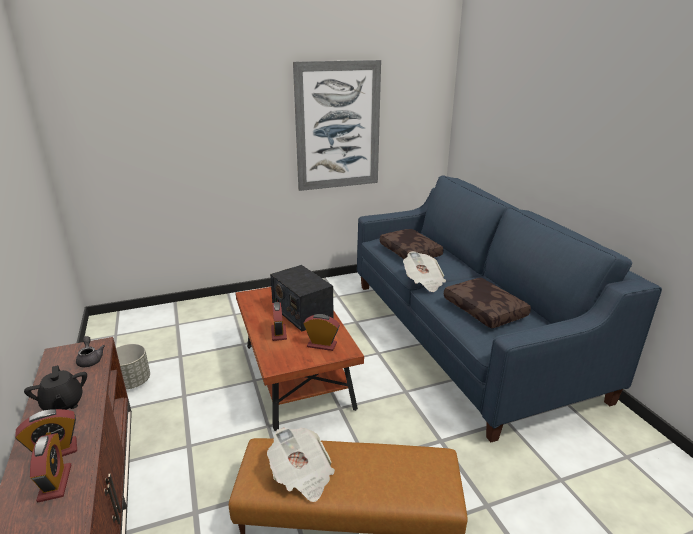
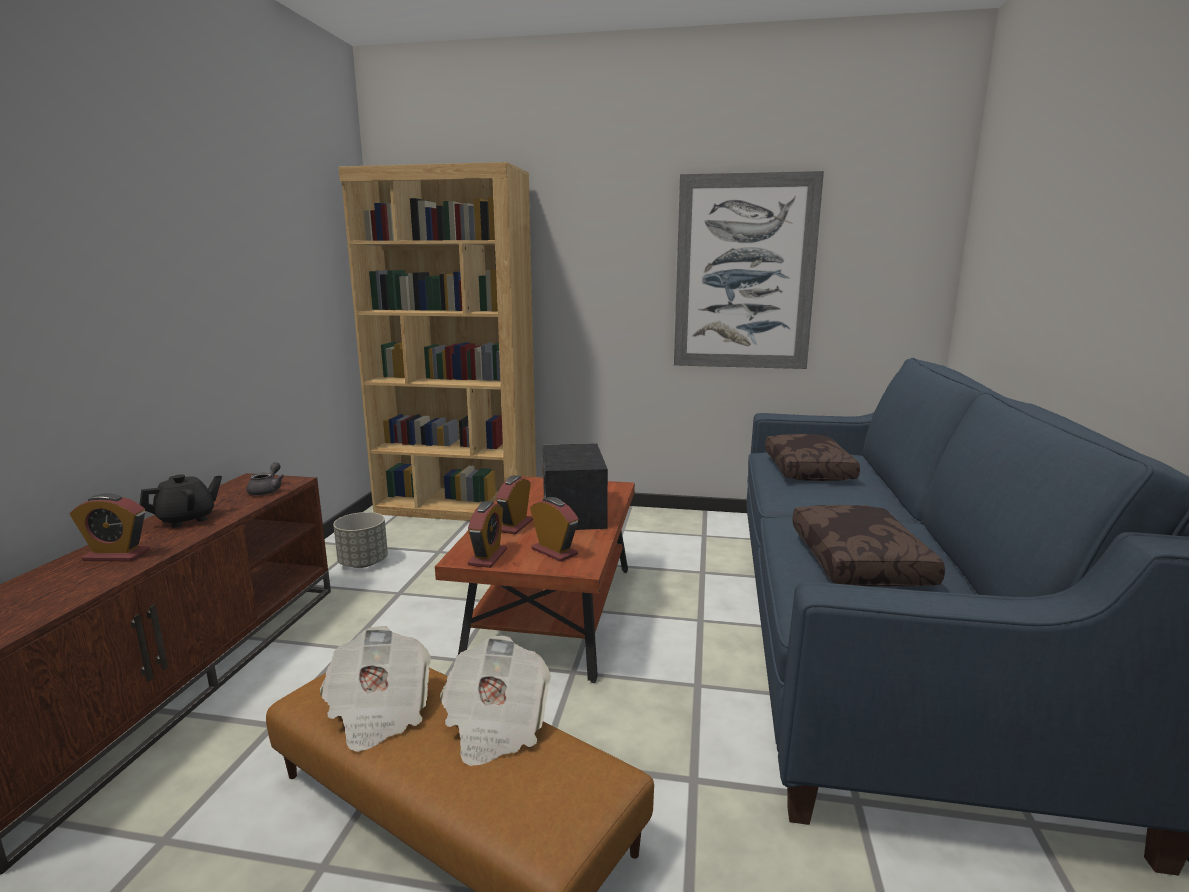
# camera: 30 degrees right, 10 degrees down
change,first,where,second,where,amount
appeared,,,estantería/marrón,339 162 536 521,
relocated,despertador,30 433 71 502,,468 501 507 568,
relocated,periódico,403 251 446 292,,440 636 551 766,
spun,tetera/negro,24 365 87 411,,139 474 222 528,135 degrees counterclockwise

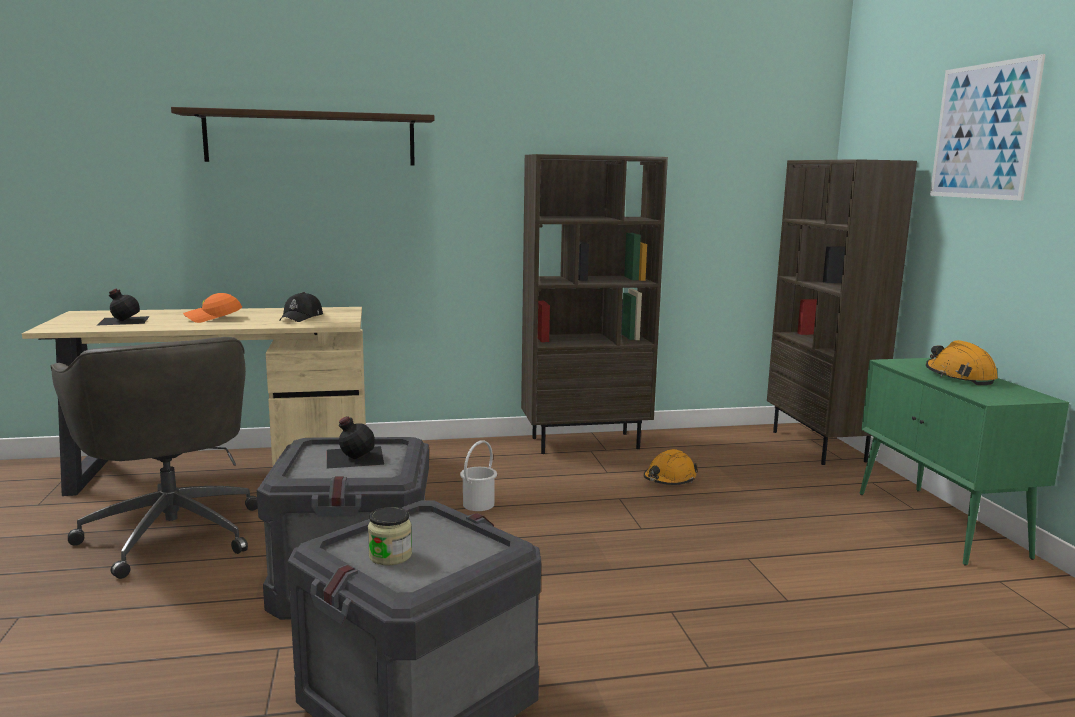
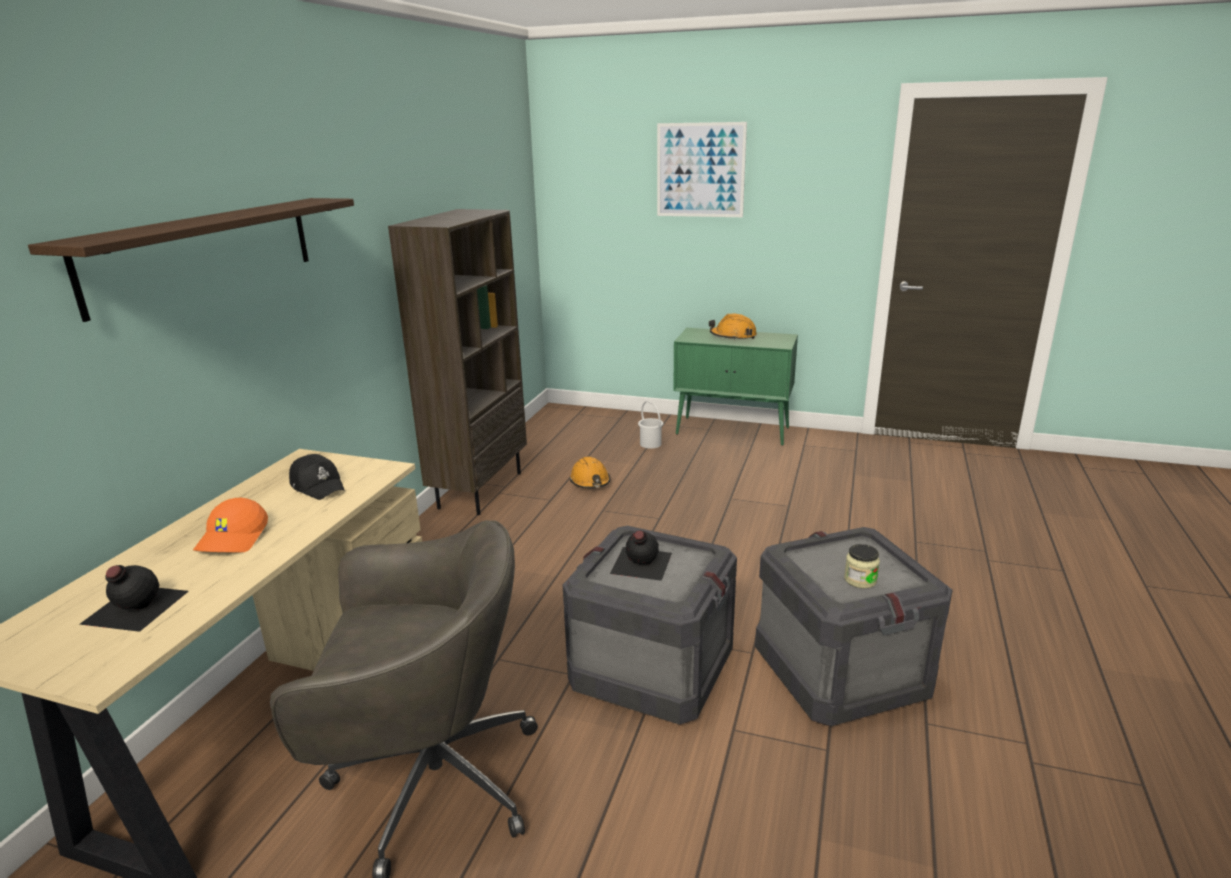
# camera: 60 degrees left, 10 degrees up
change,first,where,second,where,amount
missing,estantería/marrón,767 159 917 465,,,
relocated,cubo/blanco,460 440 497 511,,638 401 663 449,

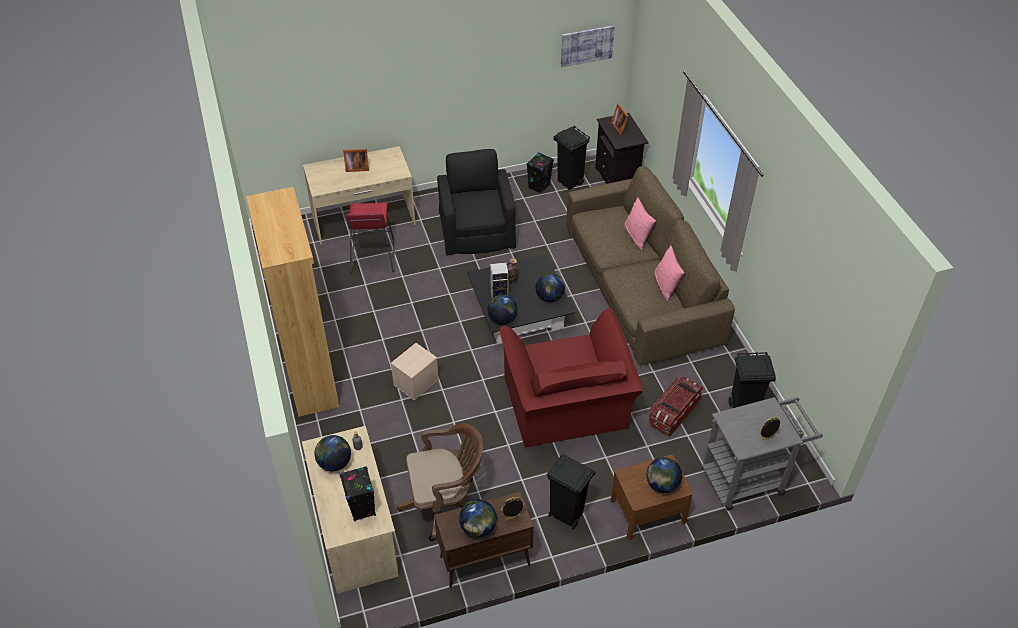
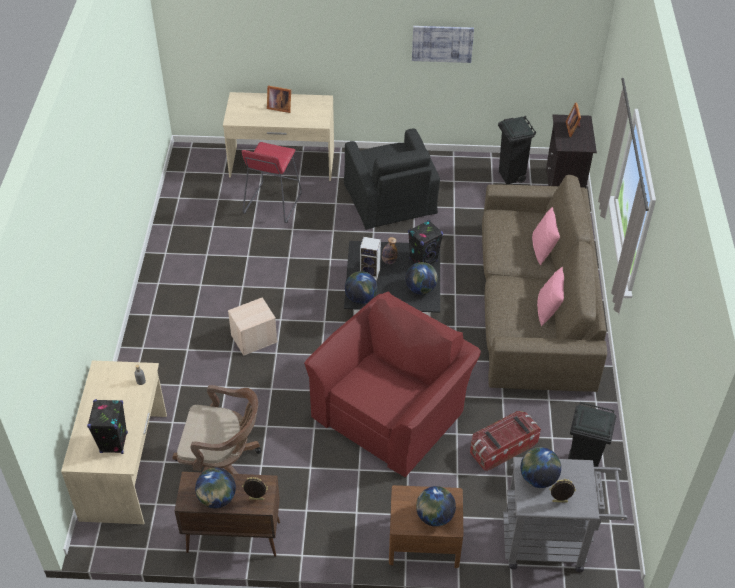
# camera: 20 degrees right, 0 degrees up
change,first,where,second,where,amount
missing,estantería/marrón,246 187 339 417,,,
missing,papelera/negro,547 454 596 529,,,
relocated,globo terráqueo,315 435 351 472,,520 447 561 488,
relocated,altavoz/negro,526 152 554 194,,408 220 443 264,
relocated,cuadro,561 25 615 67,,412 26 474 63,
spun,sillón/negro,437 149 516 255,,344 129 440 230,150 degrees clockwise
spun,sillón/rojo,500 308 643 448,,304 291 481 477,150 degrees counterclockwise

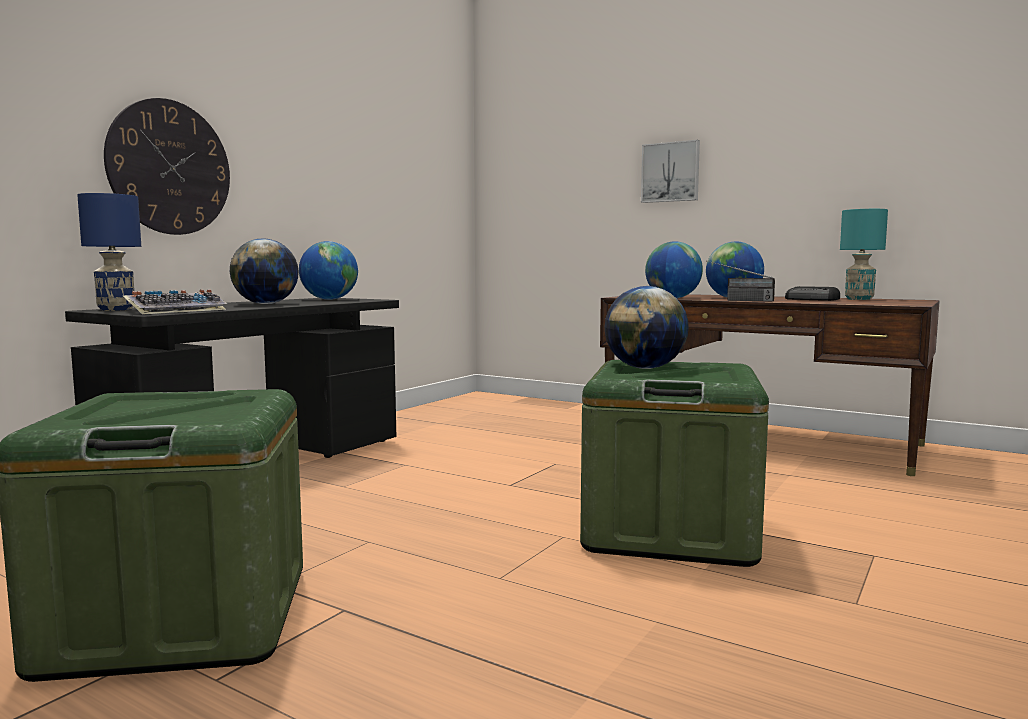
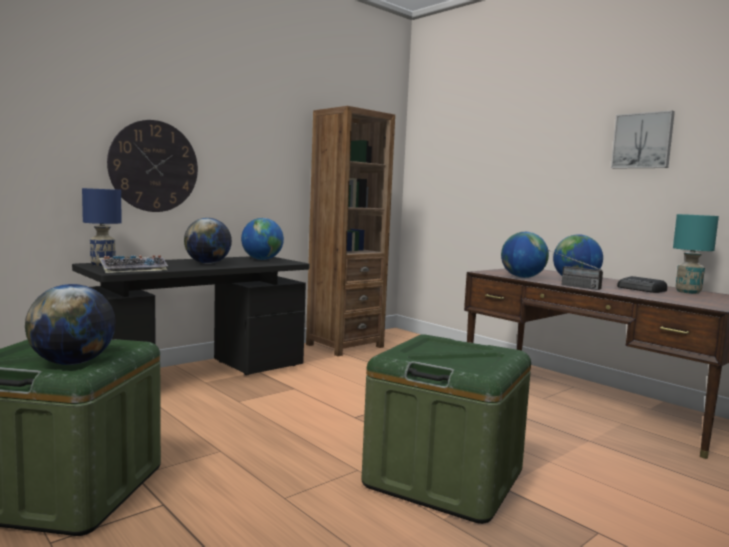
# camera: 15 degrees right, 0 degrees up
change,first,where,second,where,amount
appeared,,,estantería/marrón,306 106 395 356,
relocated,globo terráqueo,605 286 689 369,,25 284 116 365,
relocated,cuadro,641 140 700 203,,611 111 675 168,

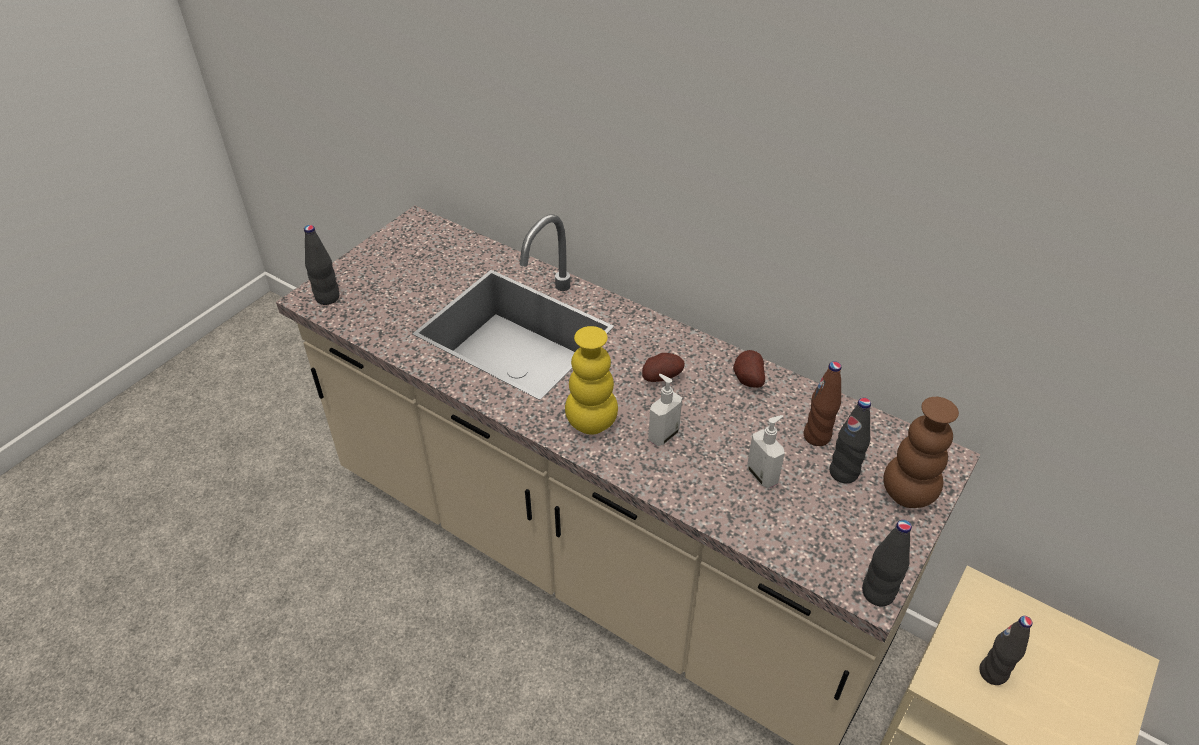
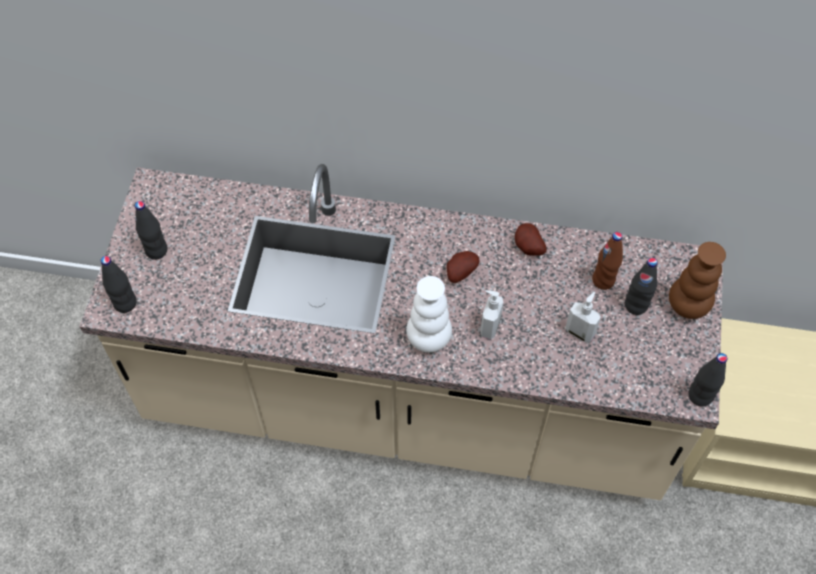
# camera: 25 degrees left, 15 degrees up
change,first,where,second,where,amount
relocated,botella/negro,980 616 1032 685,,135 201 167 260,
colour,florero/amarillo,565 326 618 435,florero/blanco,406 276 452 352,

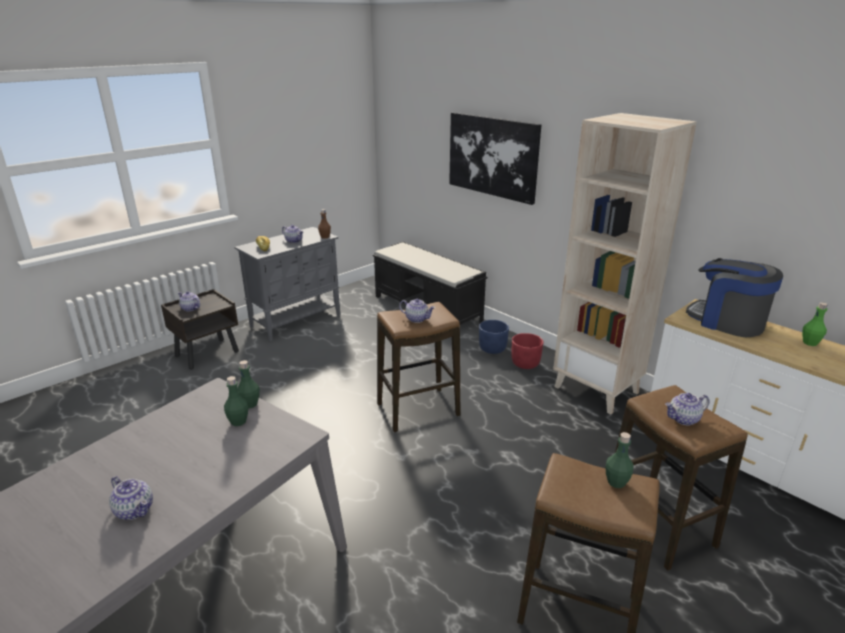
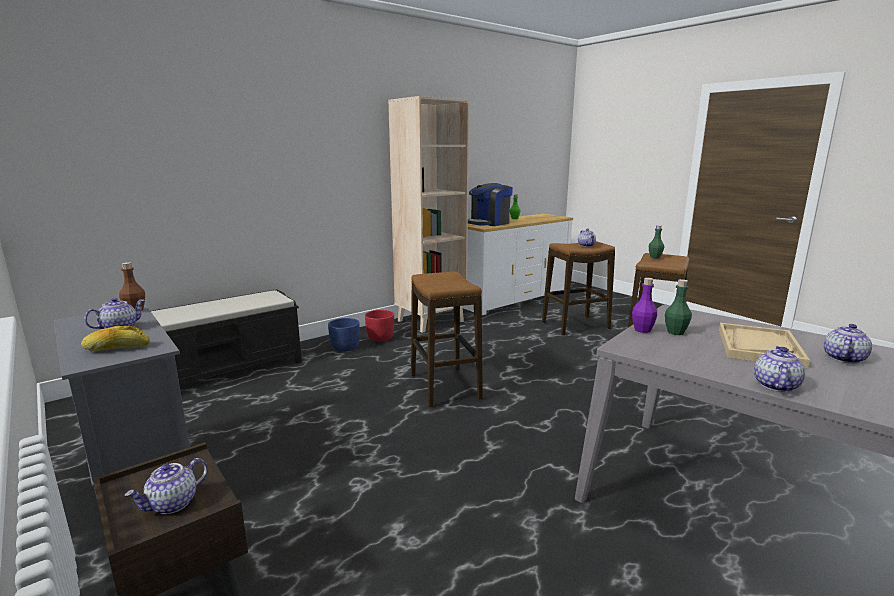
# camera: 85 degrees left, 10 degrees down
change,first,where,second,where,amount
missing,cuadro,449 112 541 205,,,
appeared,,,bandeja/beis,719 323 810 368,
relocated,tetera,399 299 435 323,,754 346 805 392,
colour,botella/verde,237 360 260 409,botella/morado,632 278 657 333,

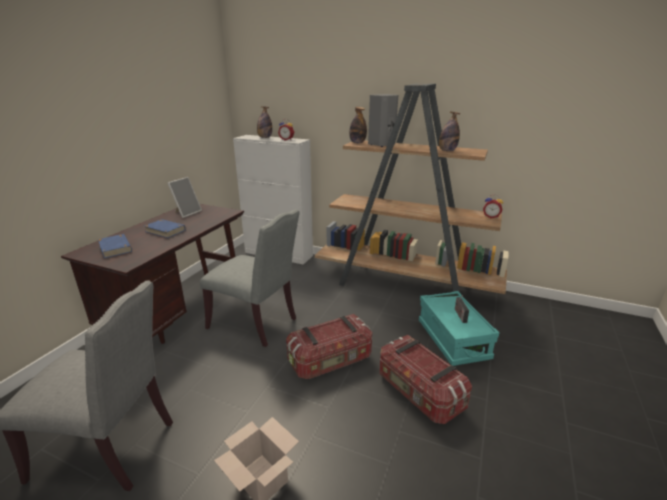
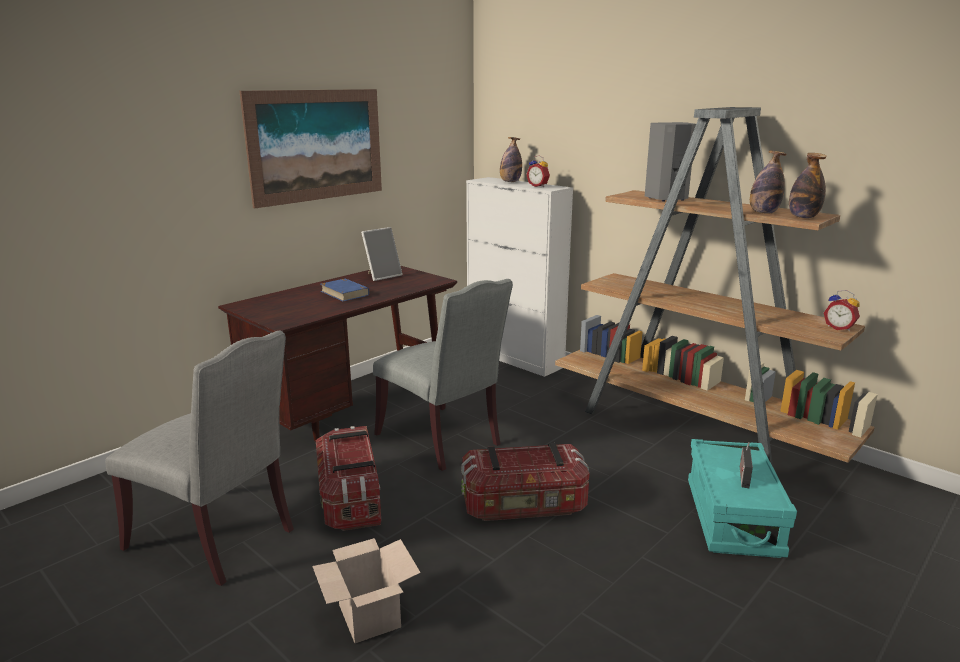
# camera: 20 degrees right, 5 degrees down
change,first,where,second,where,amount
missing,libro/azul,98 234 132 258,,,
appeared,,,cuadro,239 89 382 209,
relocated,botella,349 107 367 143,,789 153 827 218,
relocated,caja de almacenaje,379 335 472 424,,316 426 381 531,

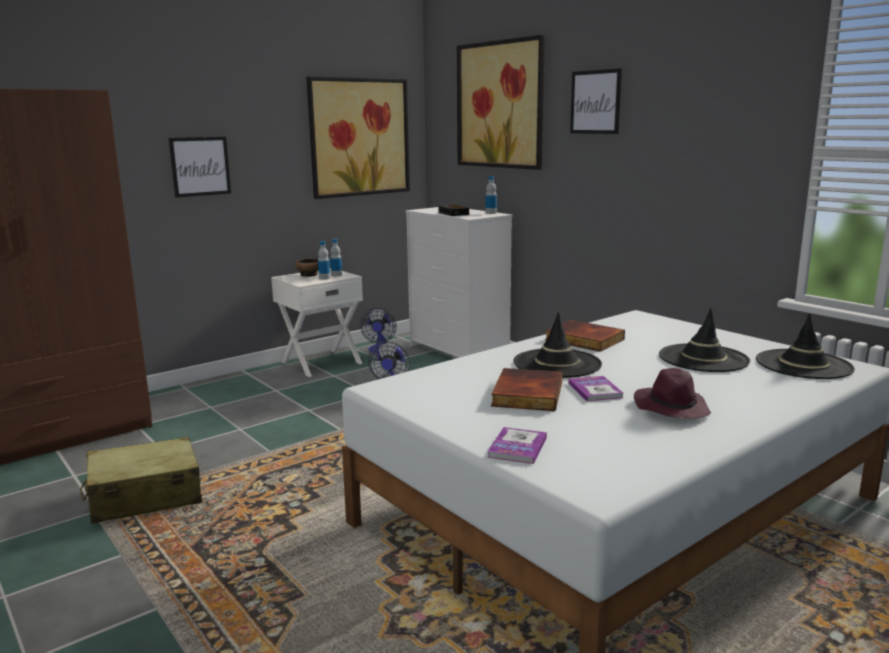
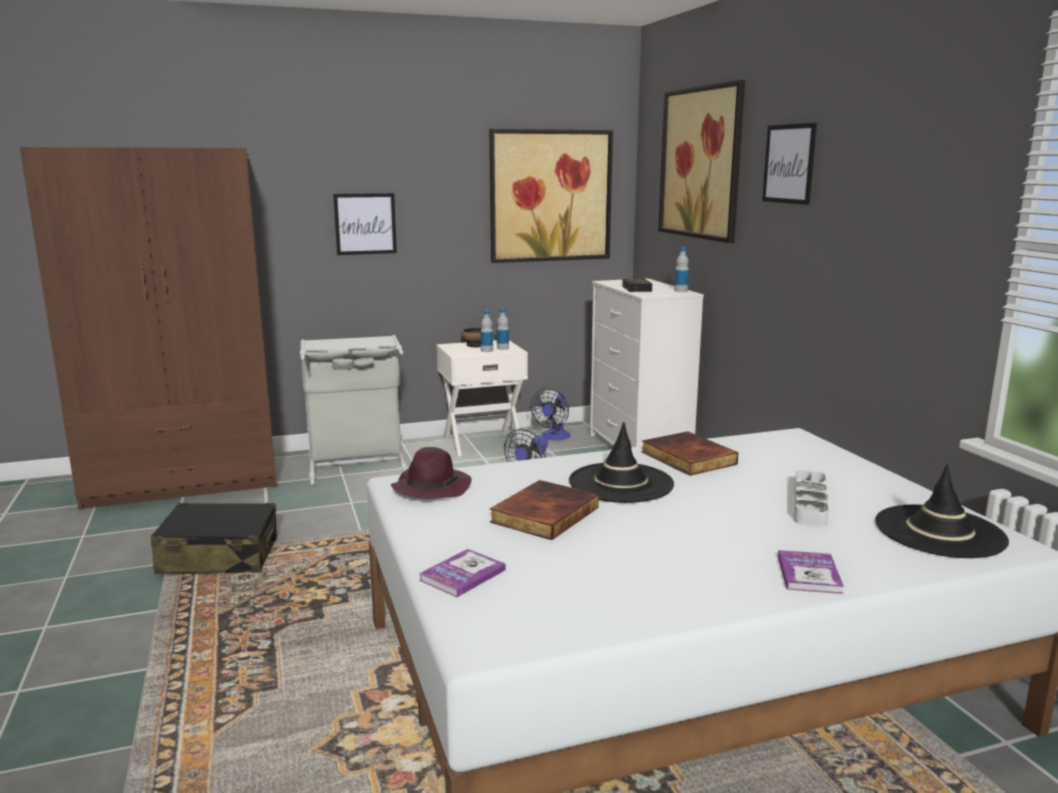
# camera: 20 degrees right, 0 degrees up
change,first,where,second,where,amount
appeared,,,cesto de la ropa/gris,300 335 407 485,
relocated,libro,568 376 623 401,,778 550 844 594,
relocated,sombrero/morado,634 368 711 418,,391 447 471 499,
exchanged,sombrero/negro,659 308 750 372,bandeja/gris,794 470 828 526,
colour,maleta/beis,80 437 202 524,maleta/negro,151 503 277 574,

